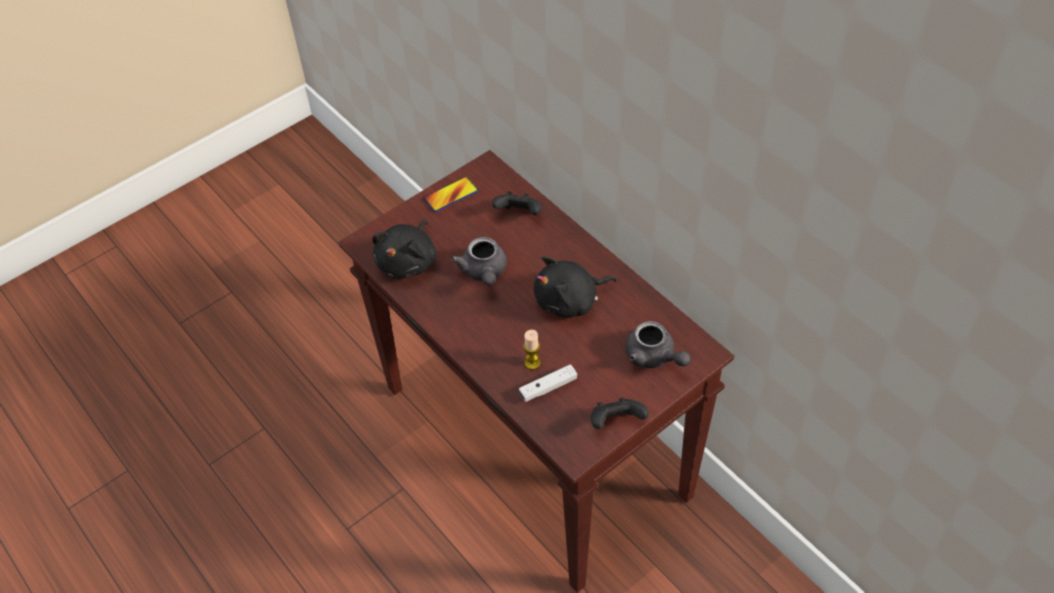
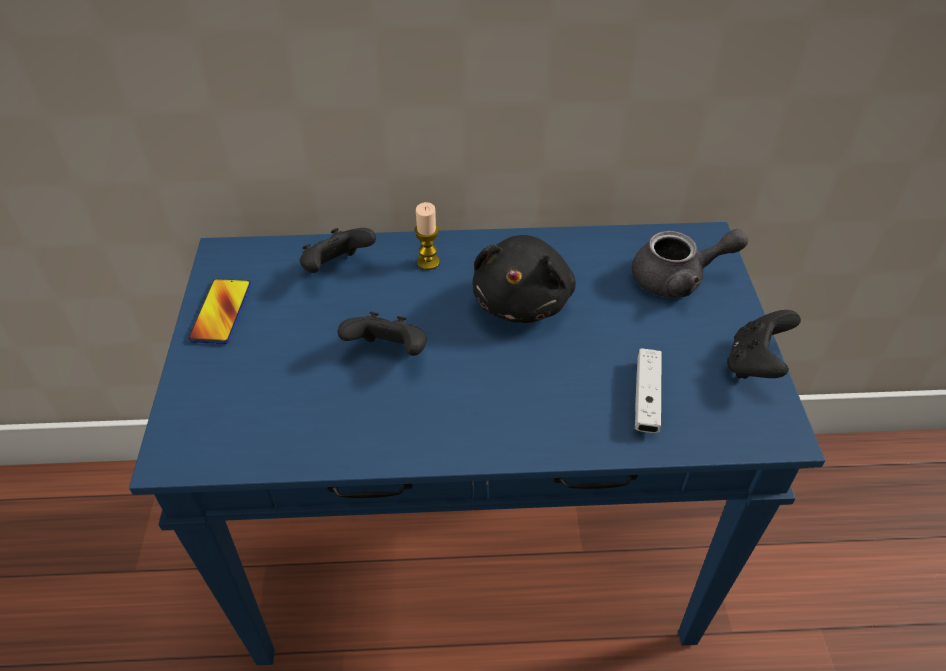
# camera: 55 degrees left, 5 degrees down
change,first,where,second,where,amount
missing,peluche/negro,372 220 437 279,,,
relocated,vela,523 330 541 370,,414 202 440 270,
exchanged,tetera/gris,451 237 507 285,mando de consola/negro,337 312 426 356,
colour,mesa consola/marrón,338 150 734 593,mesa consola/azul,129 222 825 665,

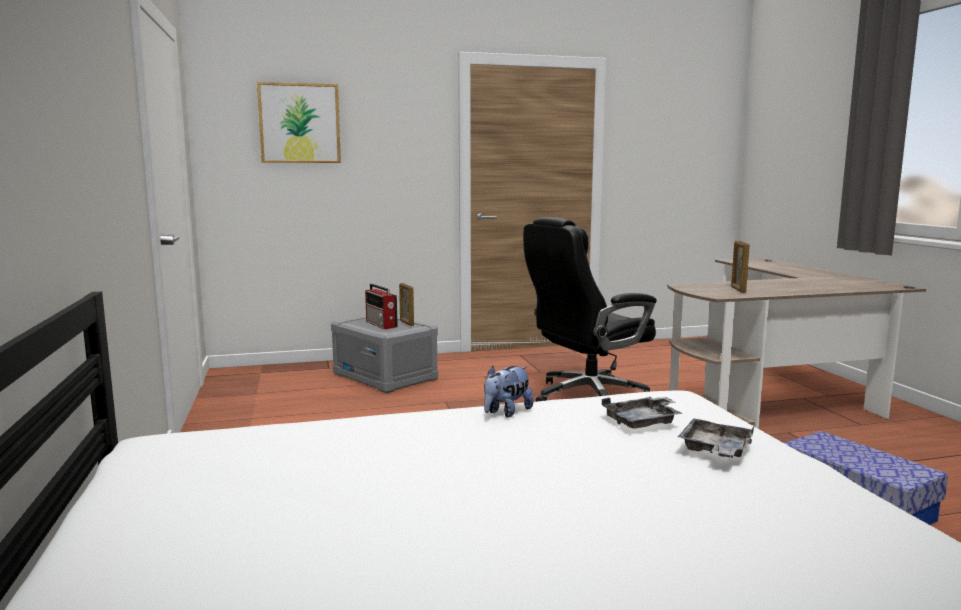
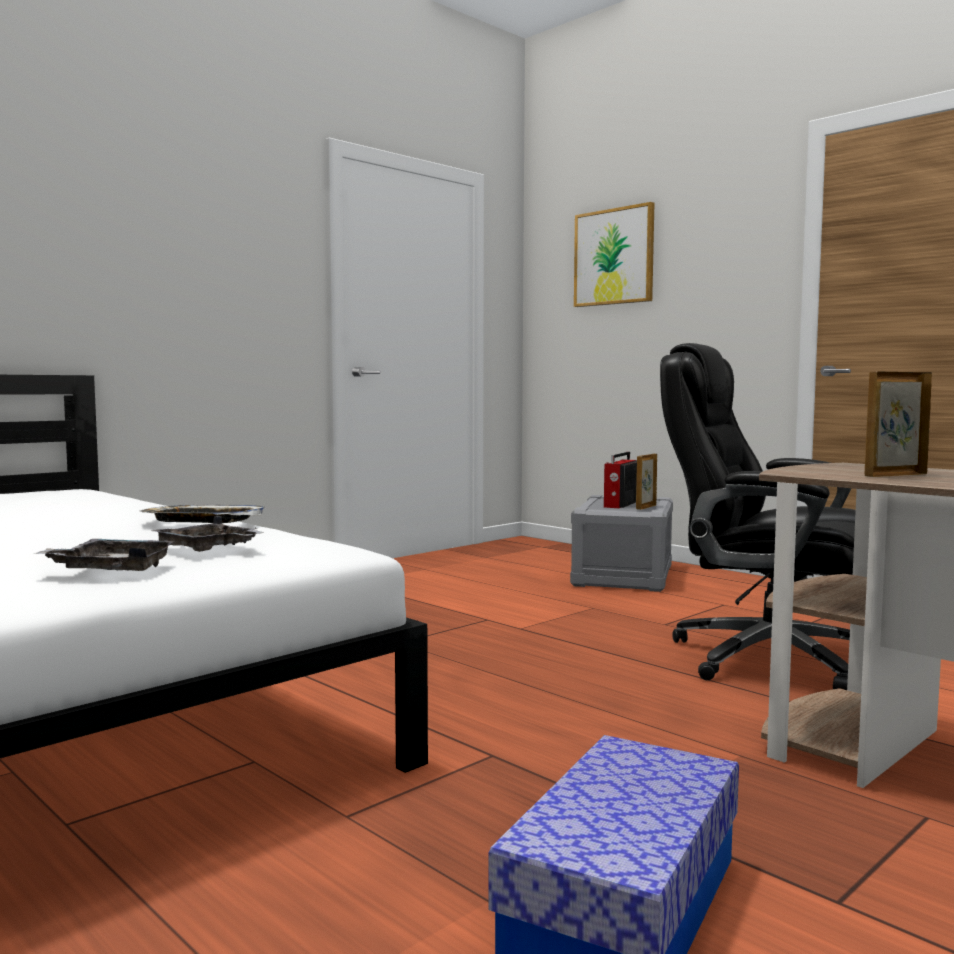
# camera: 60 degrees right, 5 degrees down
change,first,where,second,where,amount
exchanged,peluche,484 366 533 418,bandeja,140 505 264 523,

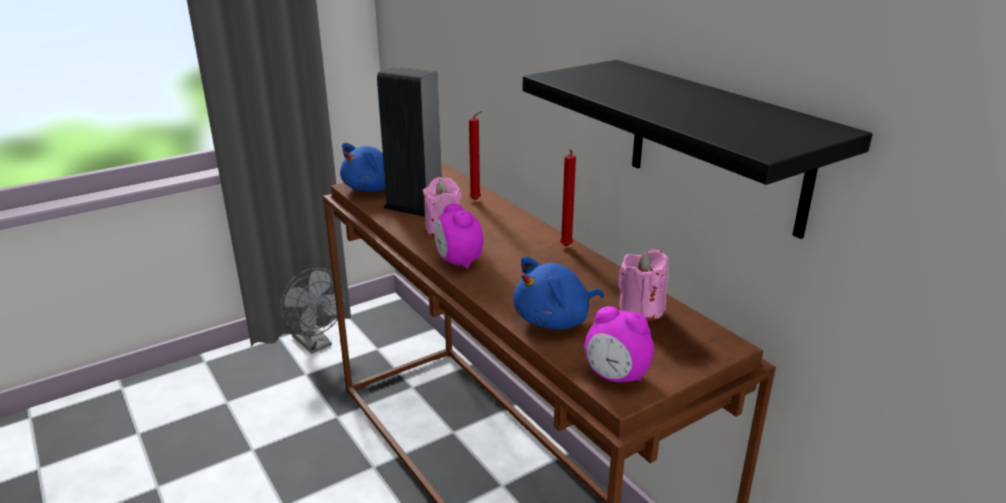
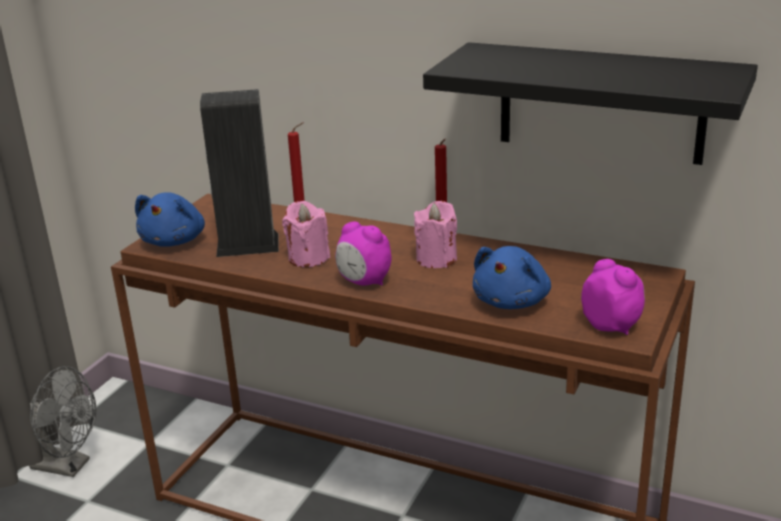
# camera: 30 degrees left, 0 degrees up
change,first,where,second,where,amount
relocated,vela/rosa,618 249 669 321,,414 201 457 268,
spun,despertador,585 306 654 382,,581 259 645 335,120 degrees counterclockwise

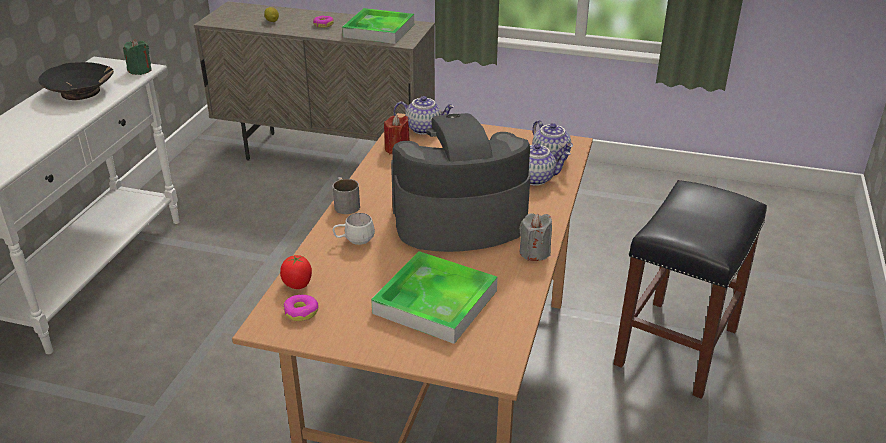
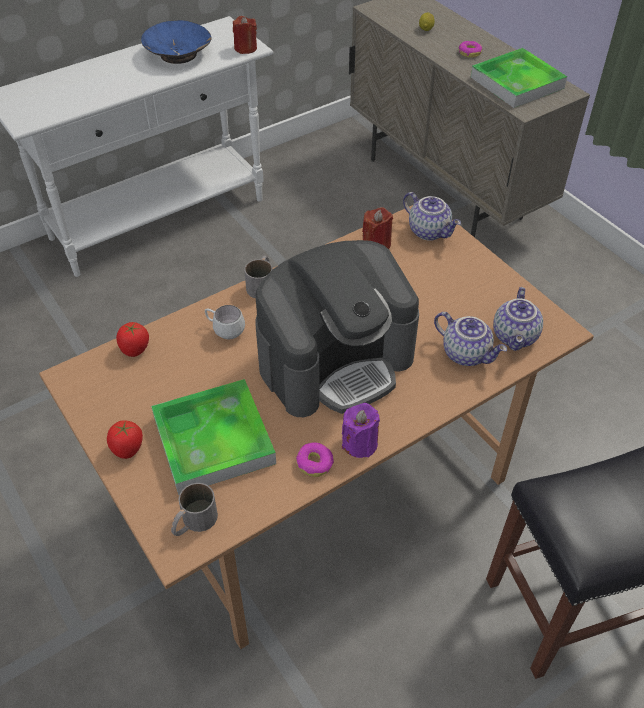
# camera: 40 degrees right, 15 degrees up
change,first,where,second,where,amount
appeared,,,tomate,107 420 143 459,
appeared,,,taza grande/gris,171 483 218 536,
relocated,rosquilla,284 295 319 321,,296 442 334 477,
colour,cuenco/negro,39 62 114 100,cuenco/azul,141 20 211 64,
colour,vela/verde,123 39 152 75,vela/rojo,233 16 257 54,
colour,vela/gris,519 213 552 261,vela/morado,342 403 380 458,
spun,cafetera,391 113 531 252,,255 240 419 417,120 degrees clockwise

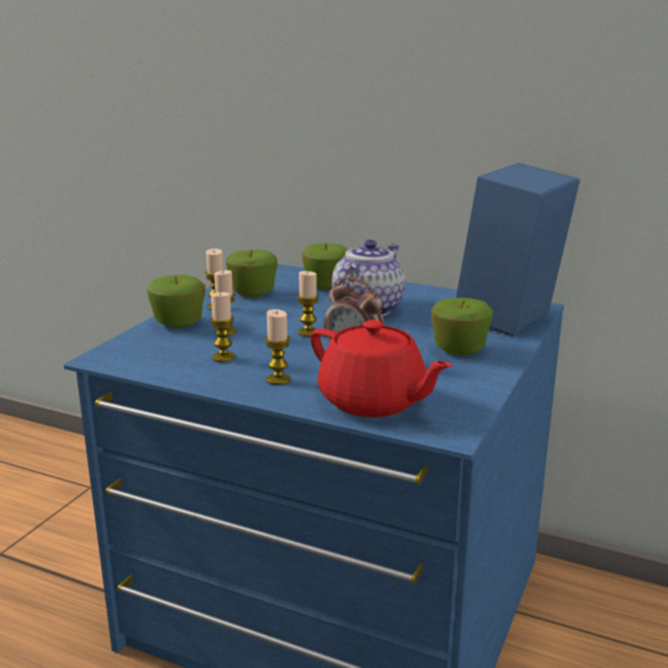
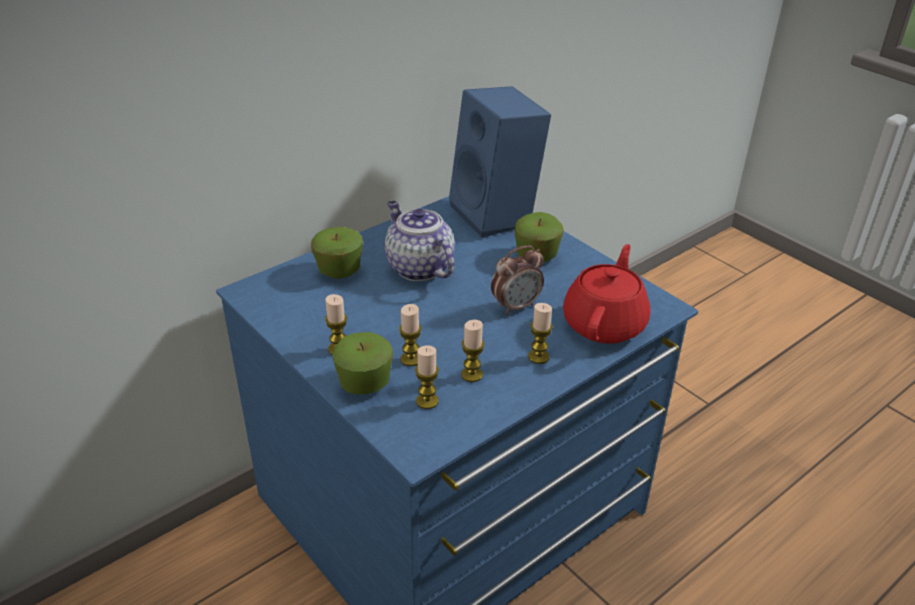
# camera: 65 degrees left, 15 degrees up
change,first,where,second,where,amount
missing,manzana,226 250 277 297,,,
relocated,vela,297 271 319 337,,415 345 439 409,
spun,tetera/rojo,310 320 452 417,,563 244 650 344,45 degrees counterclockwise

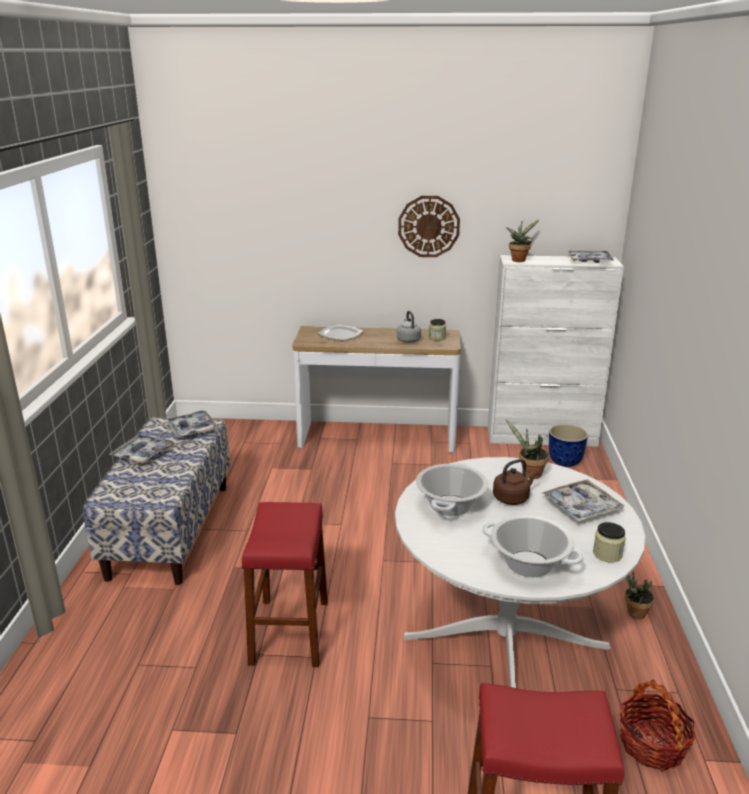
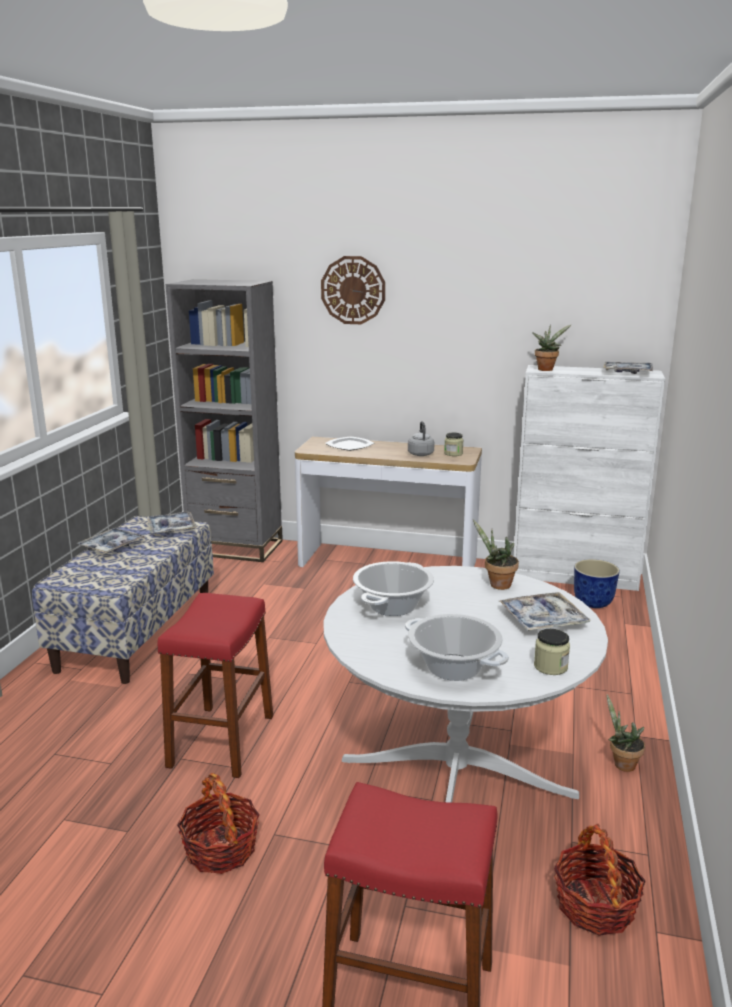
# camera: 10 degrees right, 5 degrees down
change,first,where,second,where,amount
missing,hervidor/marrón,493 459 538 505,,,
appeared,,,estantería/gris,166 279 283 562,
appeared,,,cesta,177 773 260 874,
relocated,reloj de pared,398 196 460 257,,321 256 385 324,

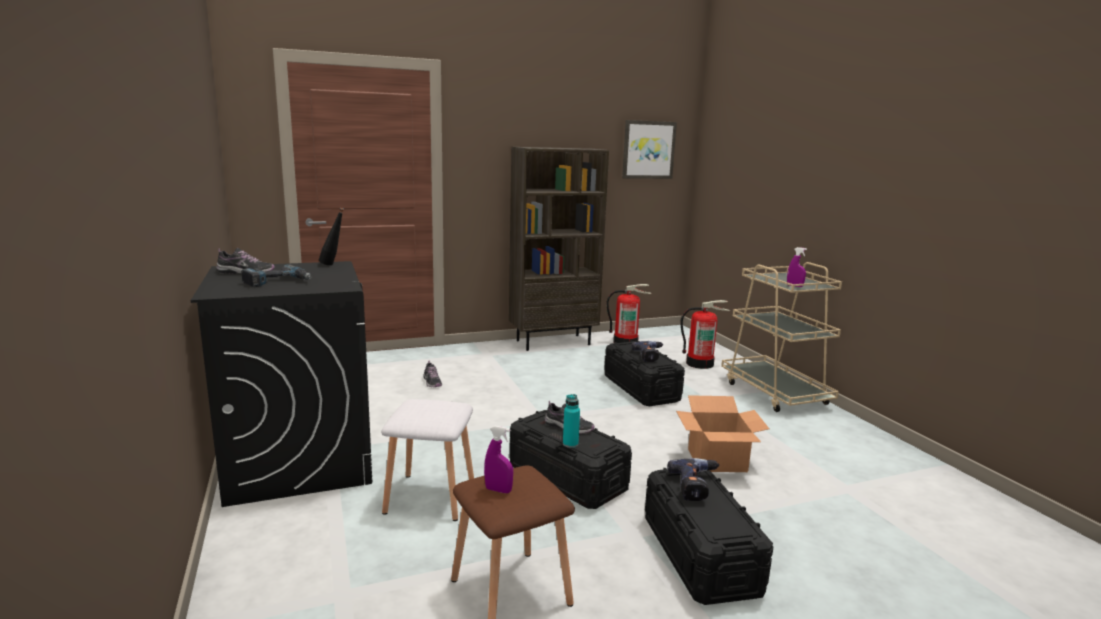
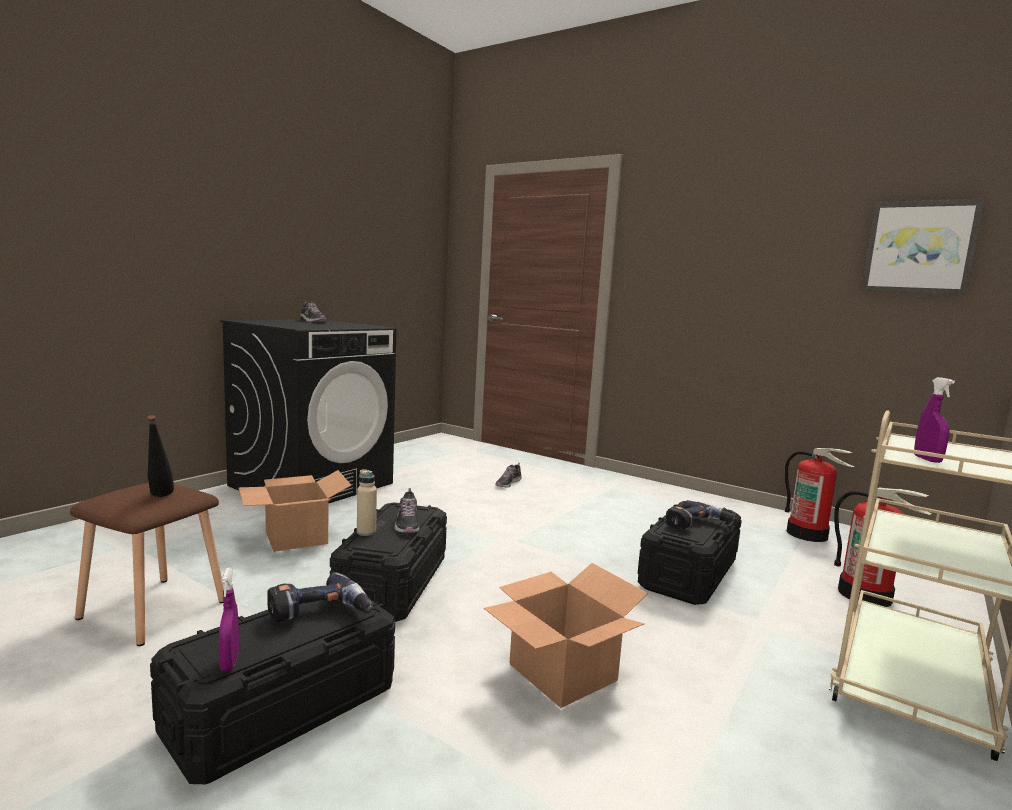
# camera: 55 degrees right, 5 degrees down
change,first,where,second,where,amount
missing,taladro,241 264 312 287,,,
missing,estantería/marrón,509 147 609 351,,,
relocated,botella/negro,319 208 344 265,,148 415 174 497,
relocated,pulverizador/morado,484 426 513 493,,219 568 239 671,
exchanged,taburete/blanco,381 399 474 521,caja de cartón,238 470 352 552,
colour,botella/turquesa,563 394 580 448,botella/beis,357 469 377 536,

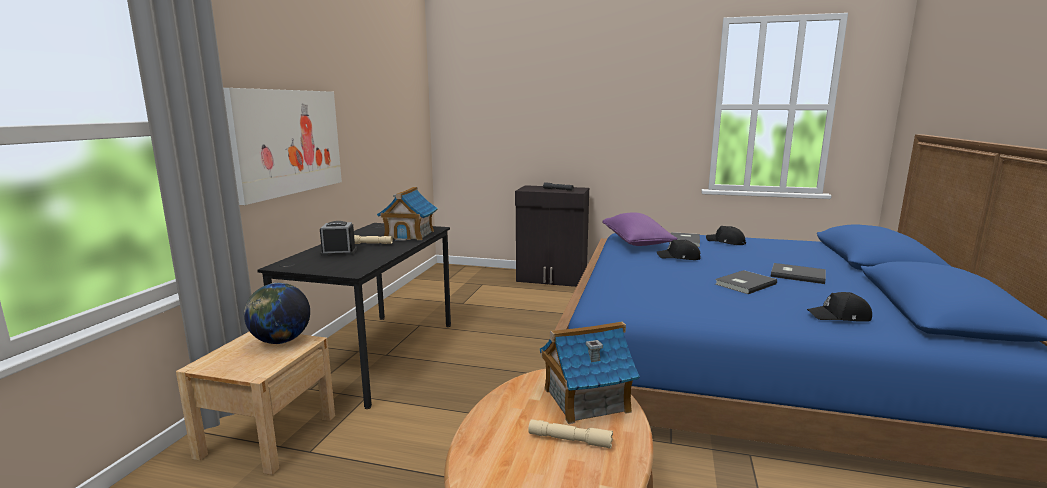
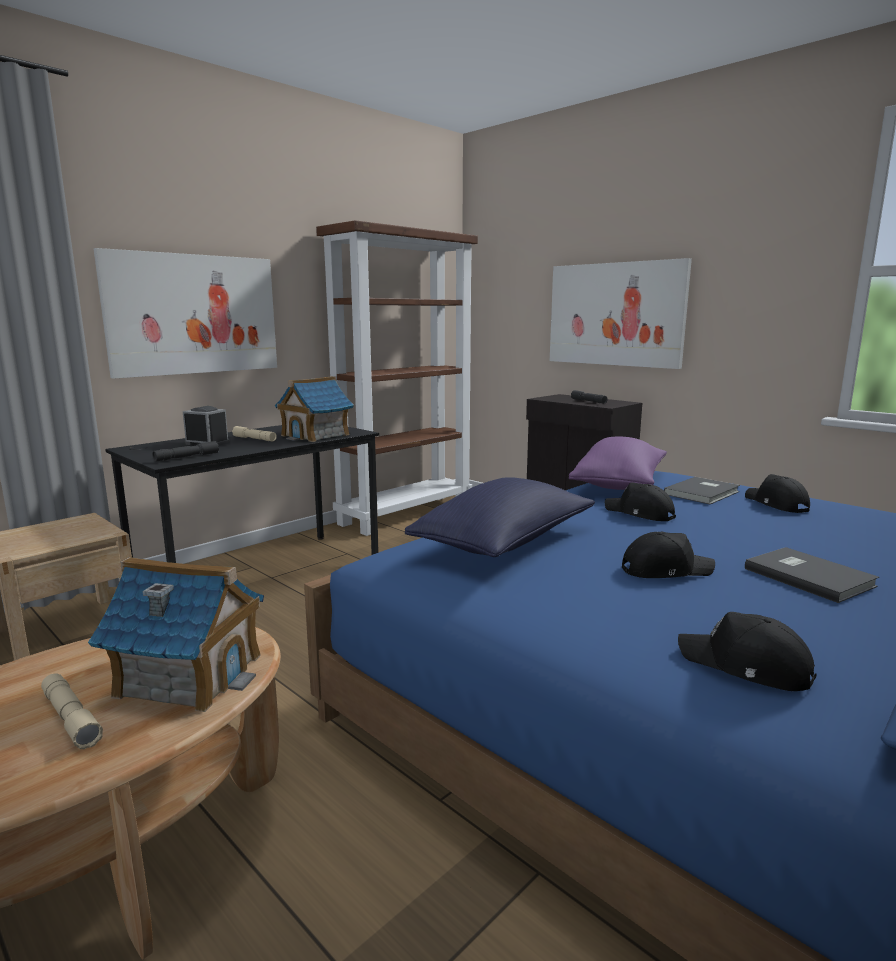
# camera: 30 degrees right, 0 degrees up
change,first,where,second,where,amount
missing,globo terráqueo,244 283 310 344,,,
appeared,,,linterna/gris,152 441 219 462,
appeared,,,estantería/marrón,316 220 478 536,
appeared,,,cojín/azul,405 477 595 557,
appeared,,,cuadro,550 258 692 369,
exchanged,libro/gris,715 270 777 294,gorra/negro,622 532 715 578,

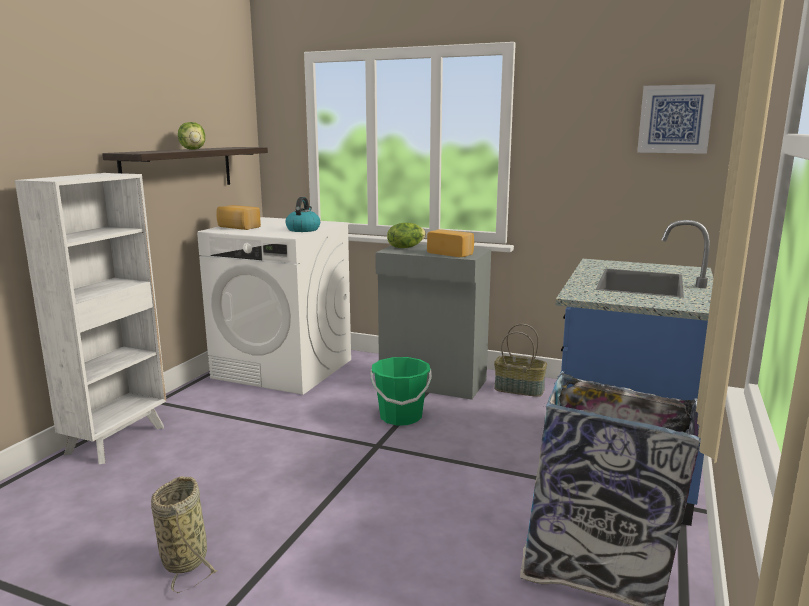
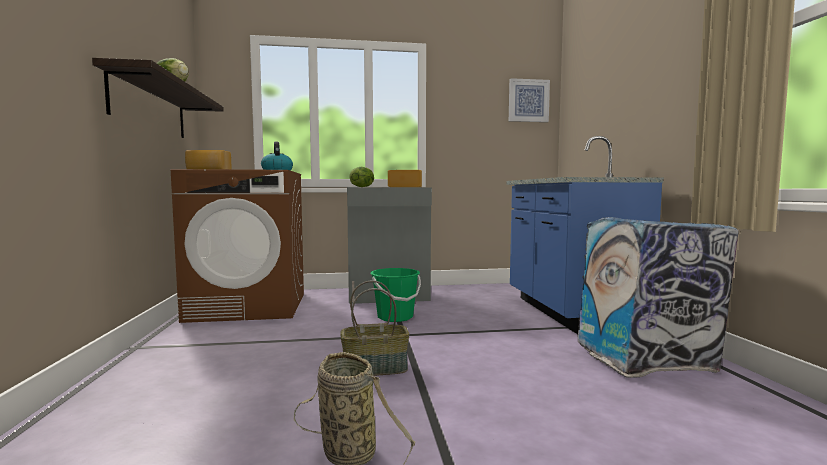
# camera: 30 degrees left, 10 degrees down
change,first,where,second,where,amount
missing,estantería/blanco,15 173 166 464,,,
relocated,cesta,494 324 547 397,,341 280 409 376,
colour,lavadora/blanco,197 217 351 395,lavadora/marrón,171 169 304 323,

